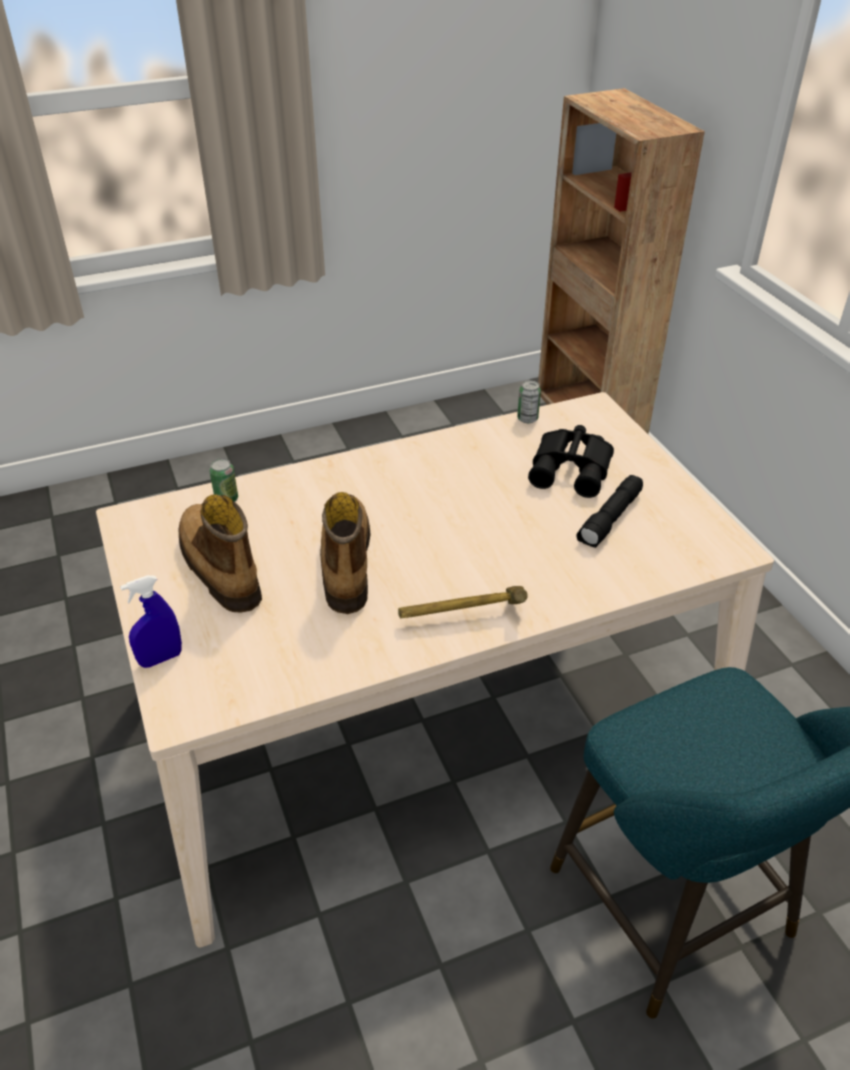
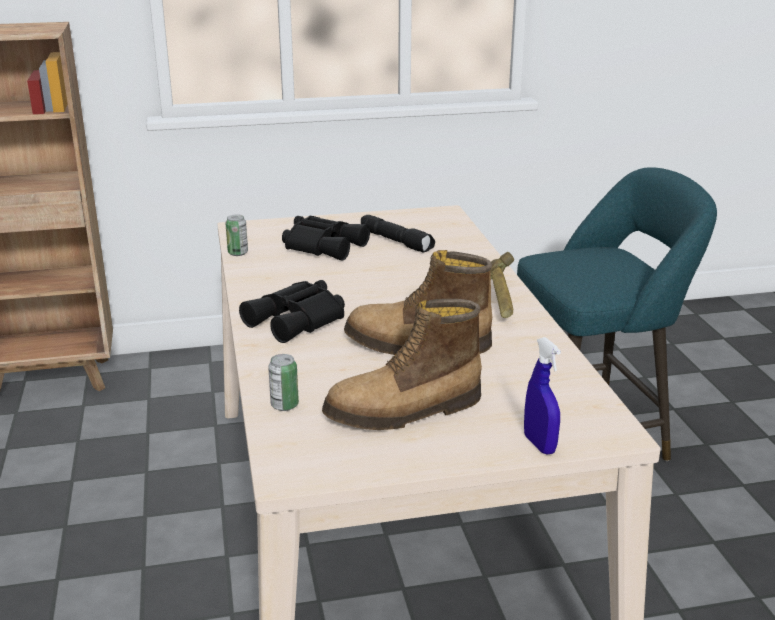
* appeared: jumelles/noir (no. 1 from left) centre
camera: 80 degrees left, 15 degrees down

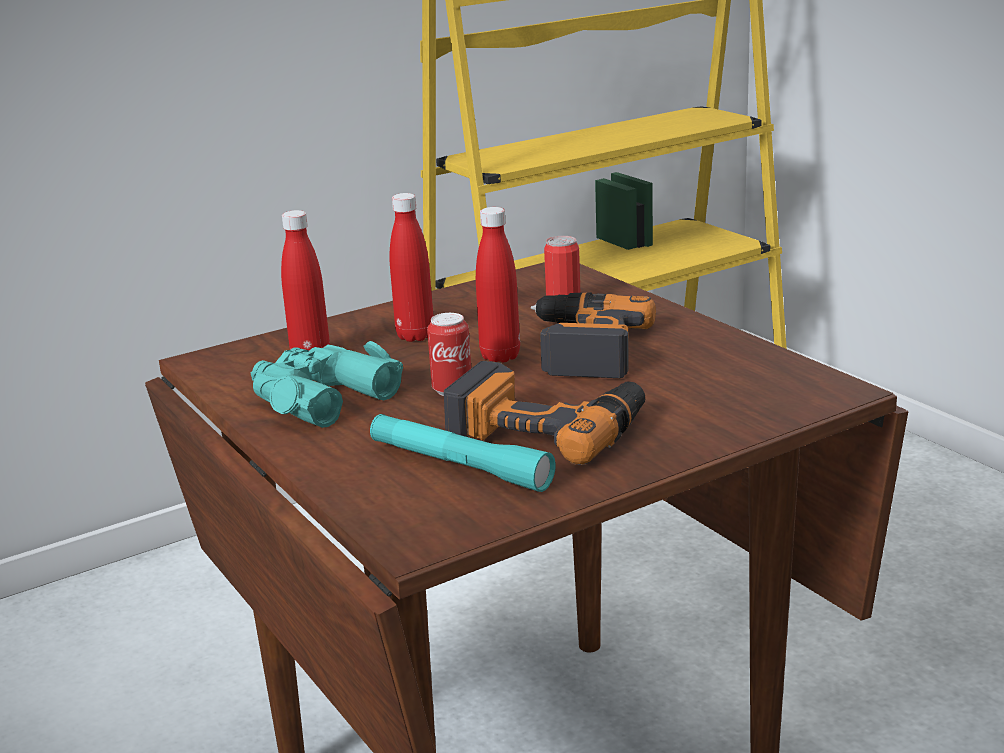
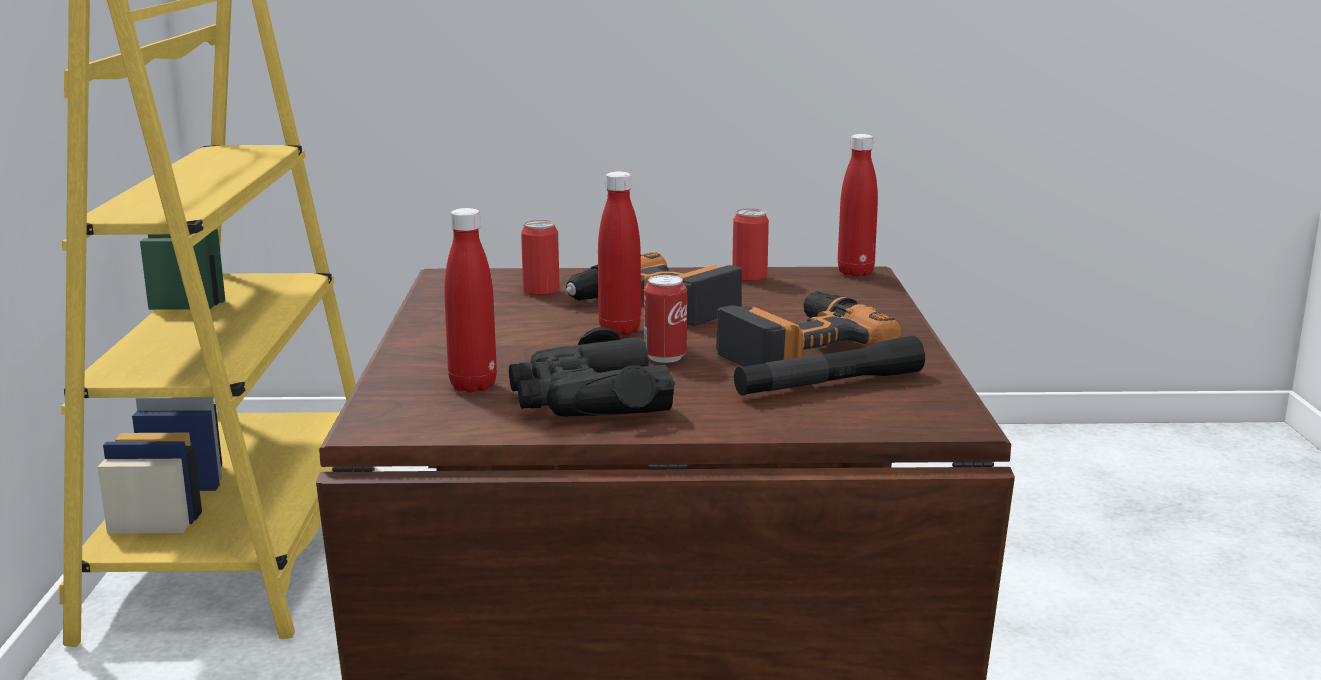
* colour: jumelles/turquoise middle left to jumelles/noir centre
* appeared: boîte métallique (no. 3 from left) centre
* colour: lampe de poche/turquoise centre to lampe de poche/noir centre
* relocated: bouteille/rouge (no. 2 from left in the first image) centre to bouteille/rouge (no. 3 from left) top centre
camera: 60 degrees left, 5 degrees down

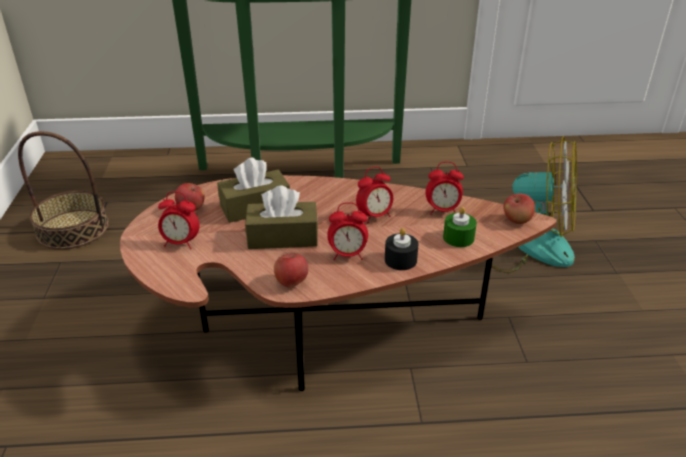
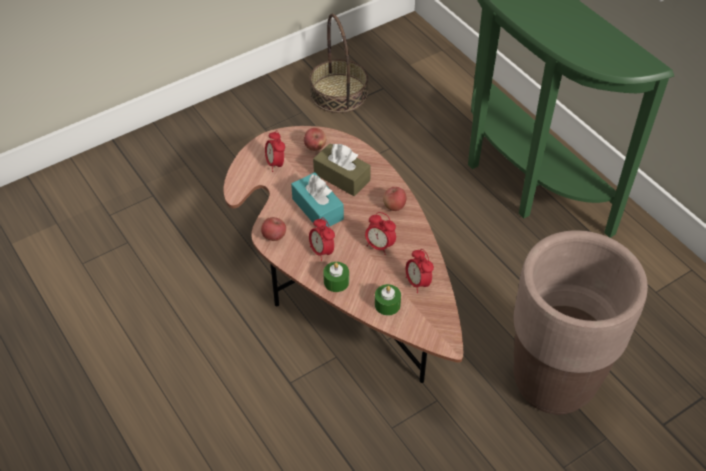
* colour: boîte à mouchoirs/marron (no. 2 from left) centre to boîte à mouchoirs/turquoise centre
* colour: bougie/noir centre to bougie/vert (no. 1 from left) centre
* relocated: pomme (no. 3 from left) middle right to centre
* exchanged: ventilateur middle right to cache-pot/marron bottom right
camera: 60 degrees right, 15 degrees up

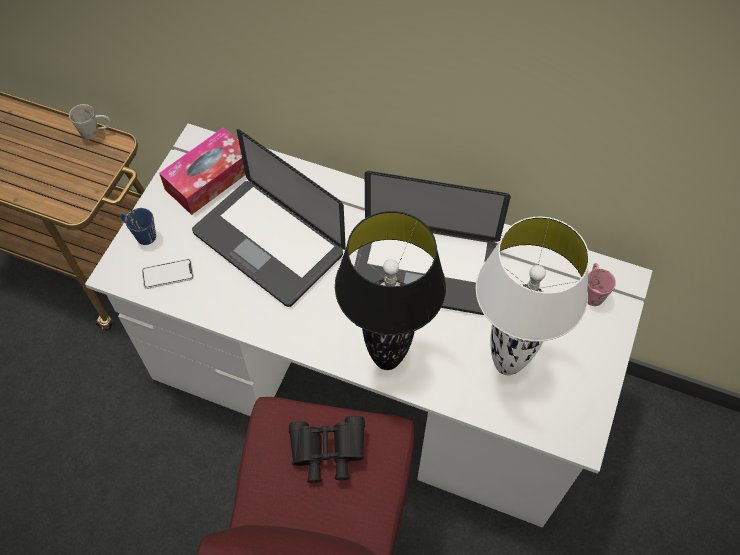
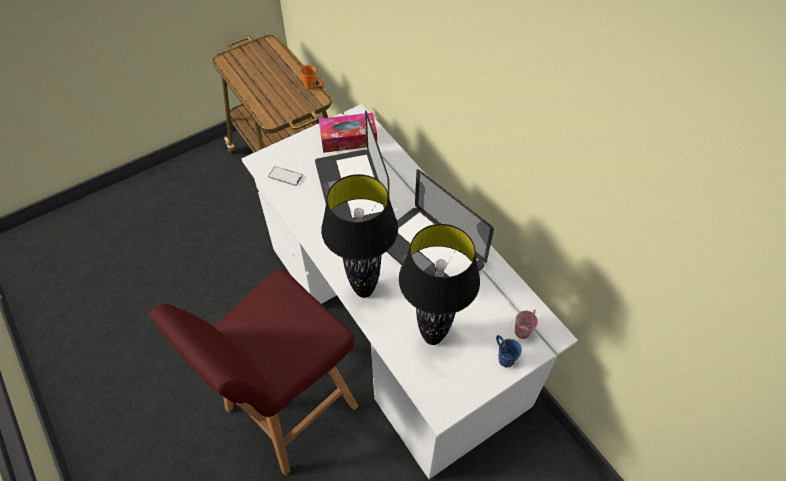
* colour: mug/blanc top left to mug/orange top centre
* colour: lampe de table/blanc middle right to lampe de table/noir (no. 2 from left) centre
* relocated: mug/bleu middle left to bottom centre
* missing: jumelles/noir bottom centre
camera: 35 degrees right, 5 degrees down

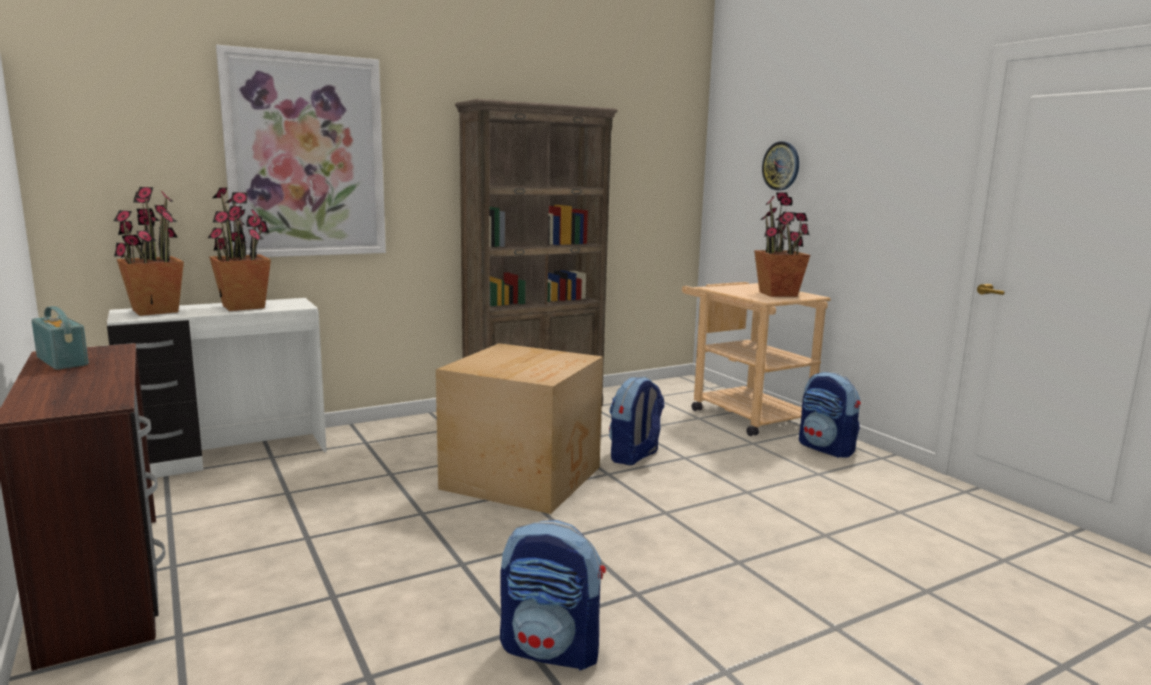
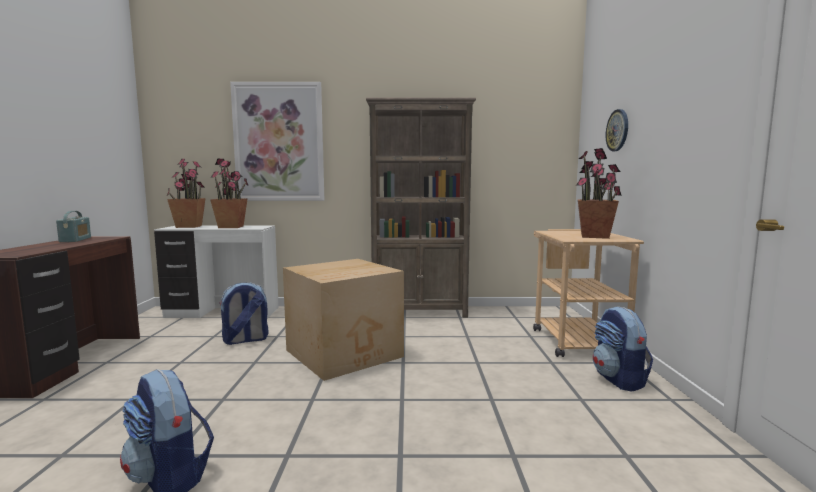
* relocated: sac à dos (no. 2 from left) centre to middle left
camera: 30 degrees right, 5 degrees down

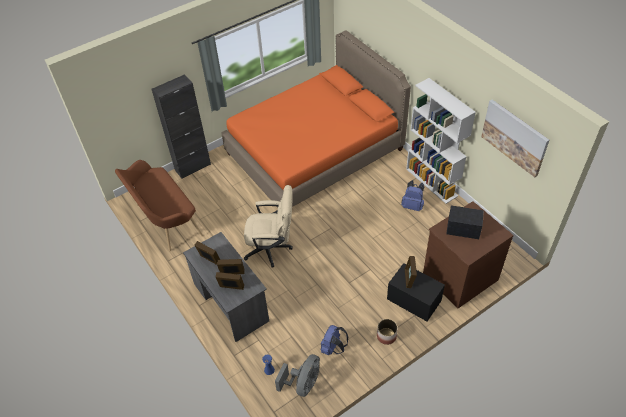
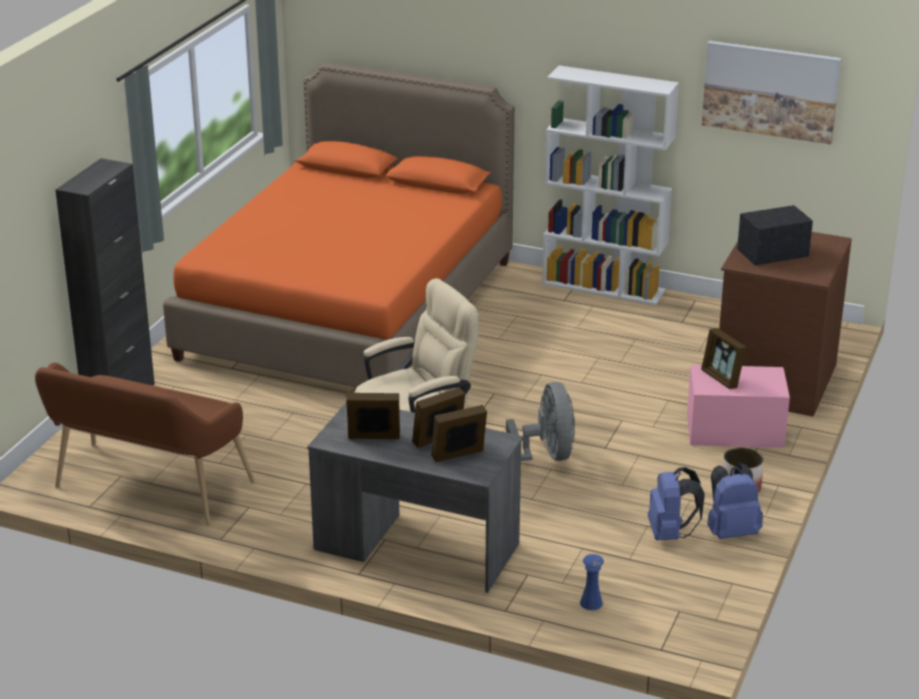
* relocated: ventilateur/gris bottom centre to centre
* colour: boîte de rangement/noir bottom centre to boîte de rangement/rose middle right
* relocated: sac à dos/bleu (no. 2 from left) centre to bottom right
camera: 35 degrees left, 20 degrees down

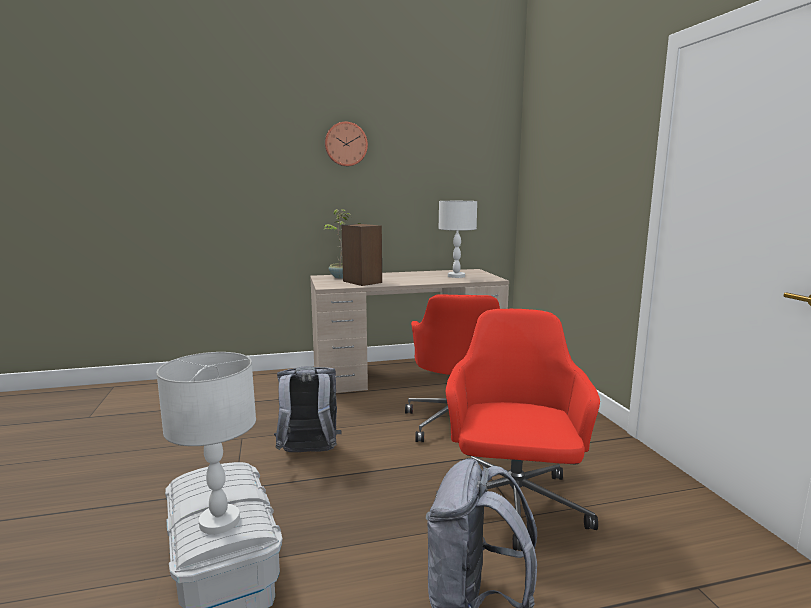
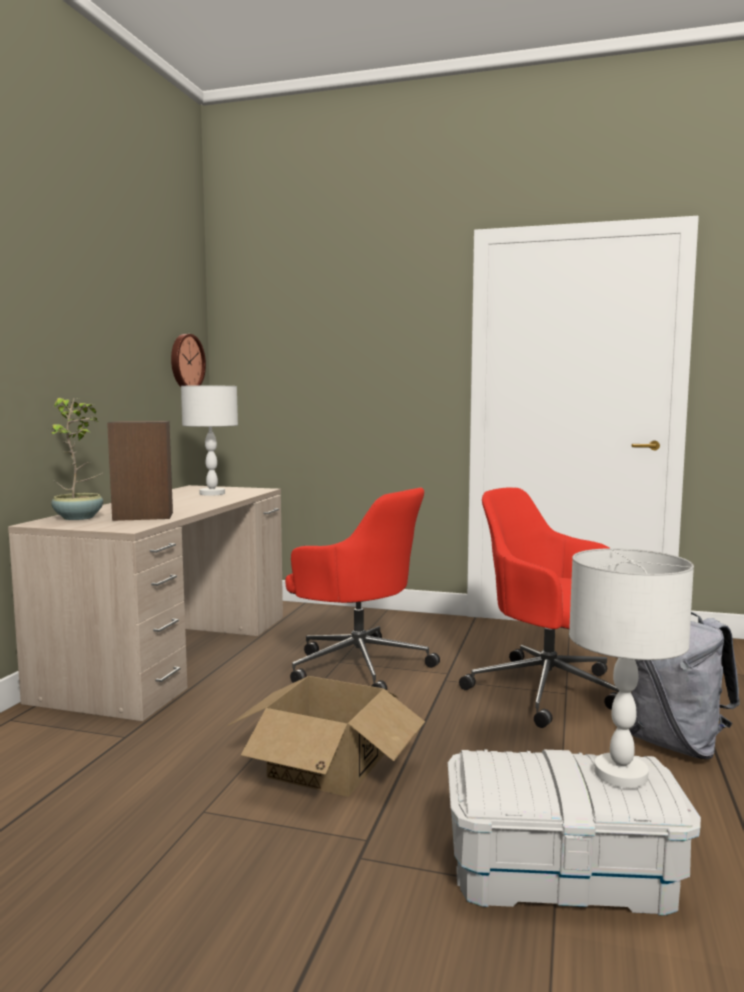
* relocated: horloge murale top centre to middle left
* exchanged: sac à dos/gris (no. 1 from left) bottom centre to carton bottom centre
camera: 60 degrees left, 5 degrees down

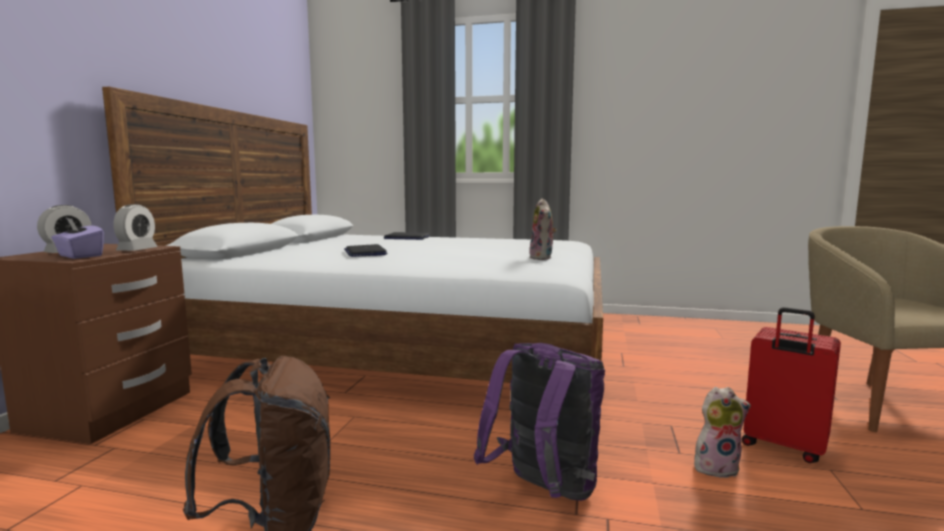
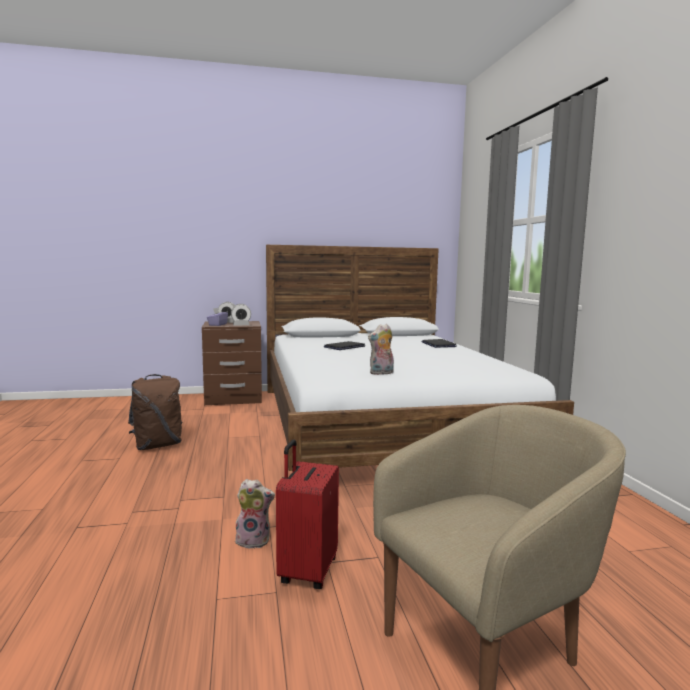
* spun: peluche (no. 2 from left in the first image) bottom right = bottom centre 60 degrees counterclockwise
* missing: sac à dos/violet bottom centre
camera: 65 degrees right, 0 degrees up

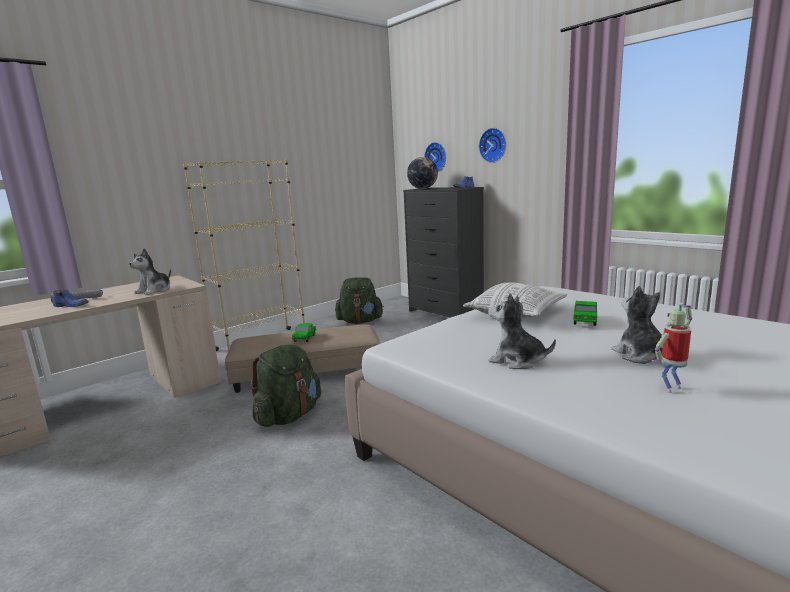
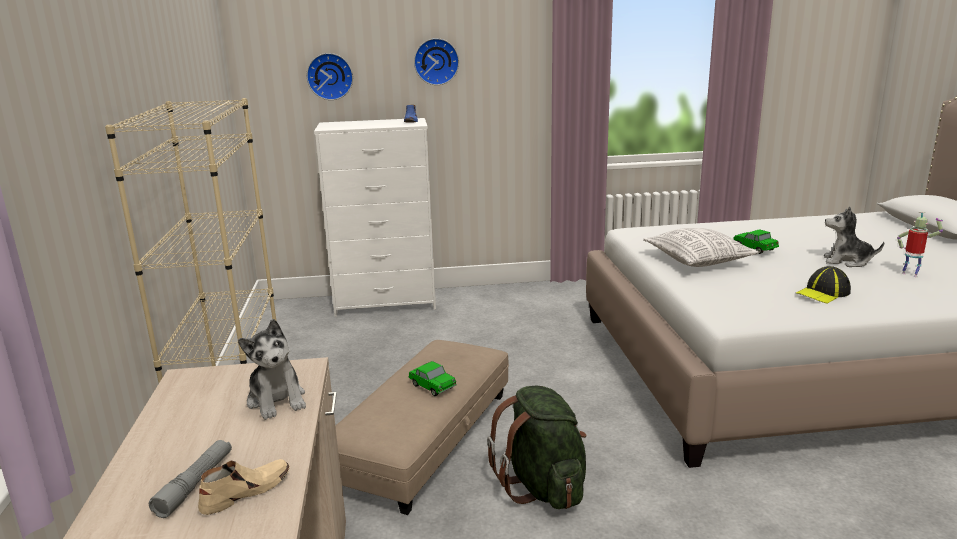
* colour: chaussure/bleu (no. 1 from left) middle left to chaussure/beige bottom left
* colour: commode/noir centre to commode/blanc centre
* exchanged: peluche (no. 2 from left) centre to casquette middle right
* spun: robot jouet middle right = middle right 135 degrees clockwise
* missing: sac à dos/vert (no. 2 from left) centre
* missing: globe top centre
camera: 55 degrees left, 5 degrees up

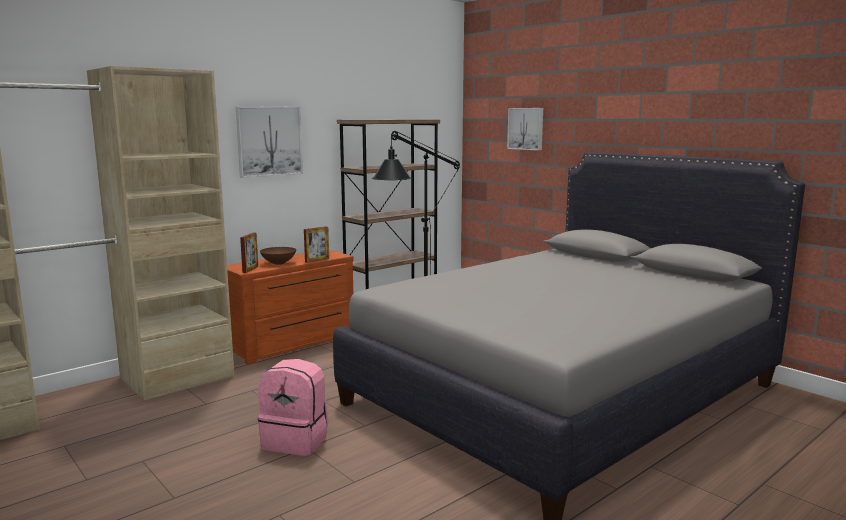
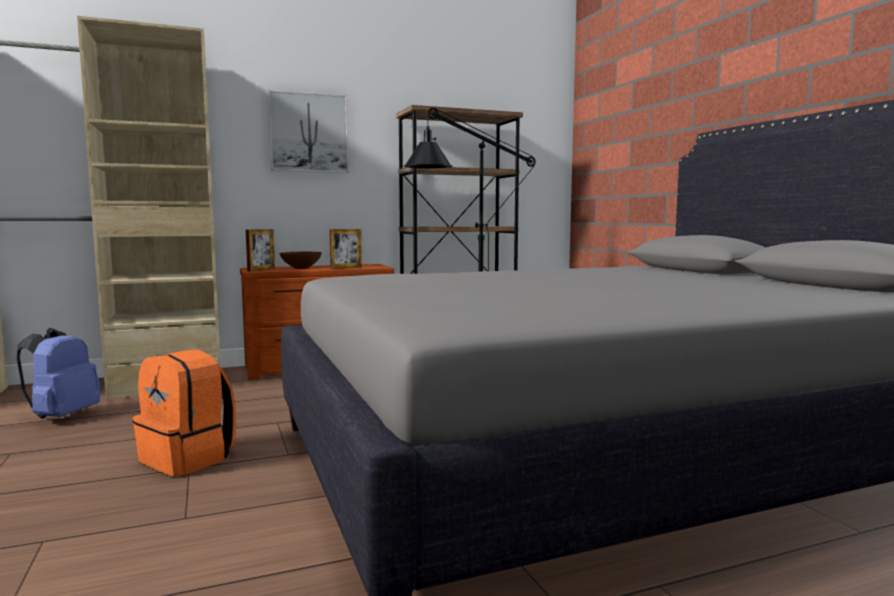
* appeared: sac à dos/bleu middle left
* colour: sac à dos/rose bottom centre to sac à dos/orange bottom left
* missing: tableau (no. 2 from left) top centre
camera: 20 degrees right, 5 degrees down

